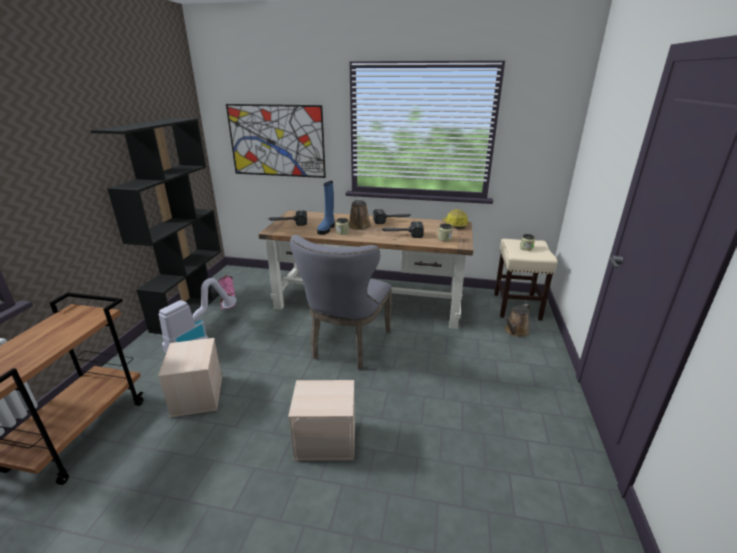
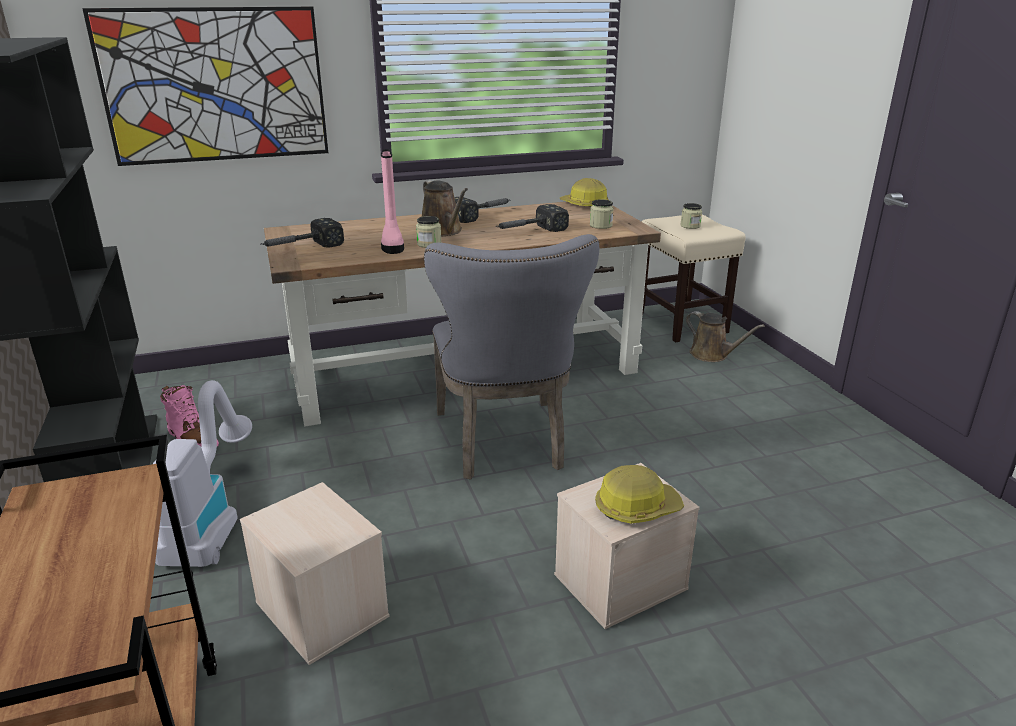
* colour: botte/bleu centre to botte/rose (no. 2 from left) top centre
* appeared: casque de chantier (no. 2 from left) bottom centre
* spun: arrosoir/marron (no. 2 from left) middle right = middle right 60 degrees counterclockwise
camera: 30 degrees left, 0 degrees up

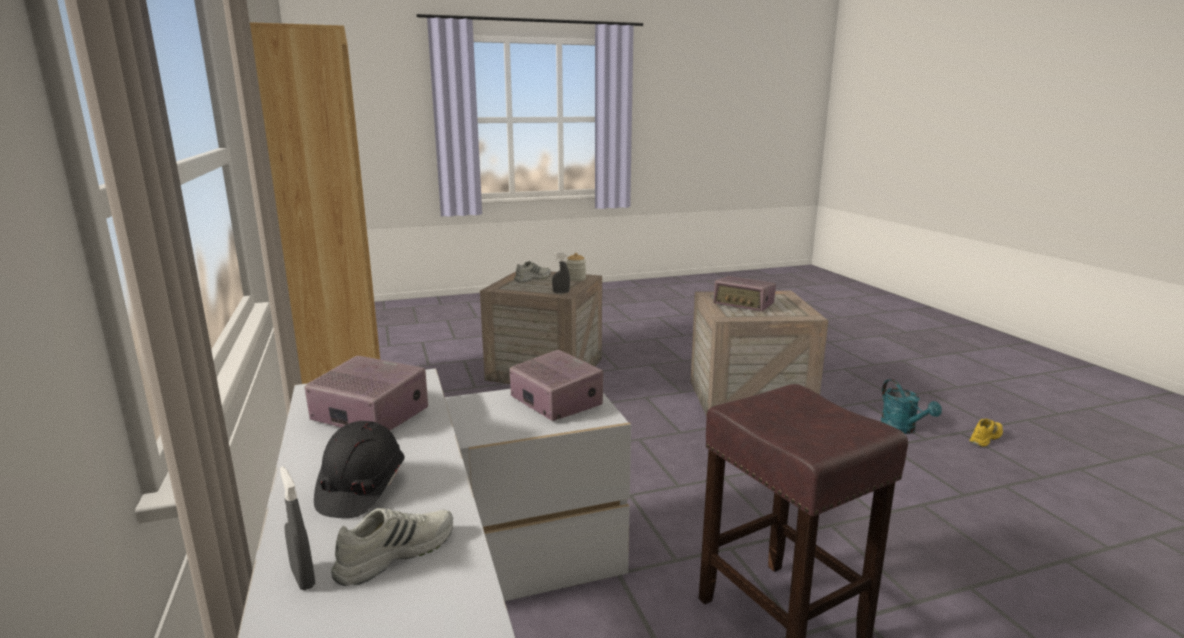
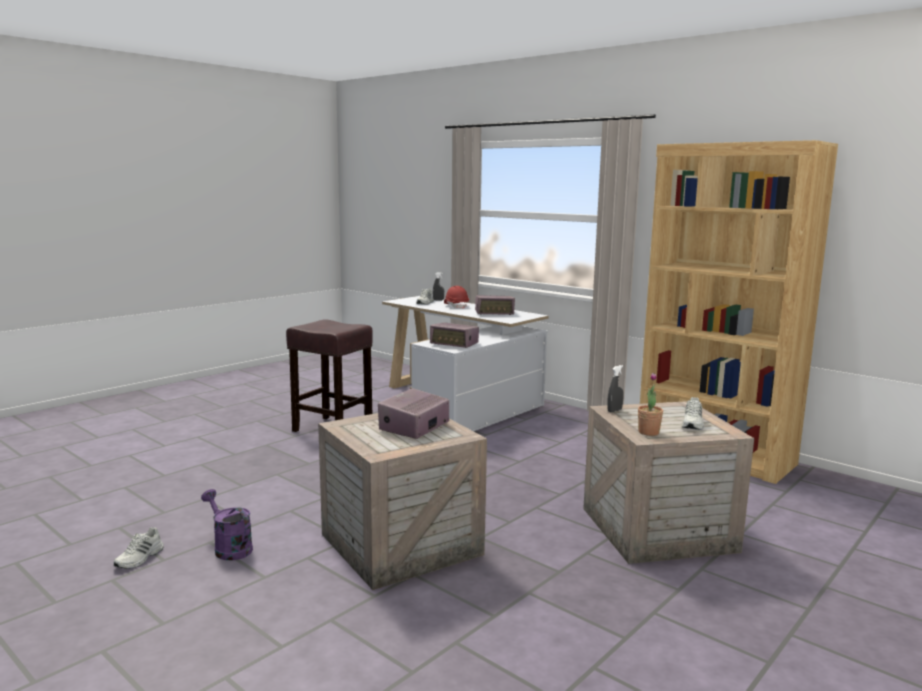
* colour: chaussure/jaune bottom right to chaussure/blanc (no. 1 from left) bottom left
* colour: arrosoir/turquoise middle right to arrosoir/violet bottom left
* spun: radio (no. 3 from left in the first image) centre = centre 60 degrees counterclockwise
* colour: casque de chantier/noir bottom left to casque de chantier/rouge centre
* exchanged: bocal centre to plante en pot middle right
camera: 150 degrees right, 5 degrees down

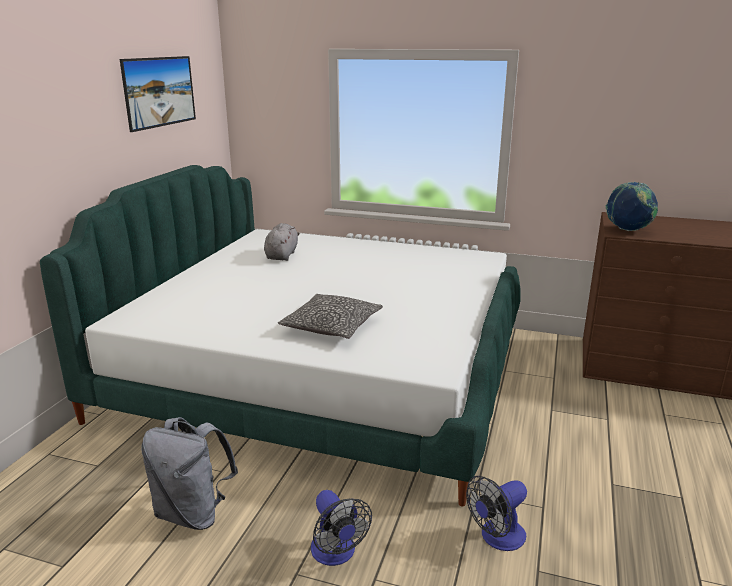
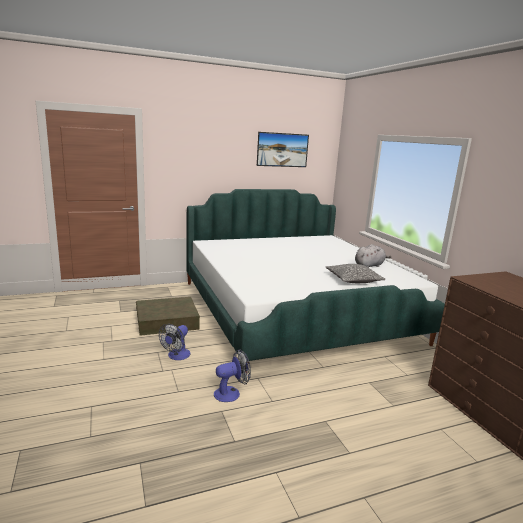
* exchanged: sac à dos/gris bottom left to boîte de rangement/marron middle left
* spun: ventilateur (no. 2 from left) bottom right = bottom centre 135 degrees clockwise
* relocated: coussin centre to middle right
* relocated: peluche/gris centre to middle right
* missing: globe middle right
camera: 50 degrees right, 5 degrees down

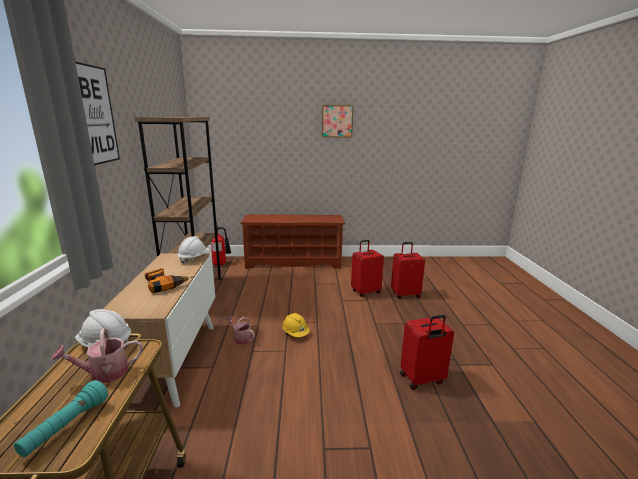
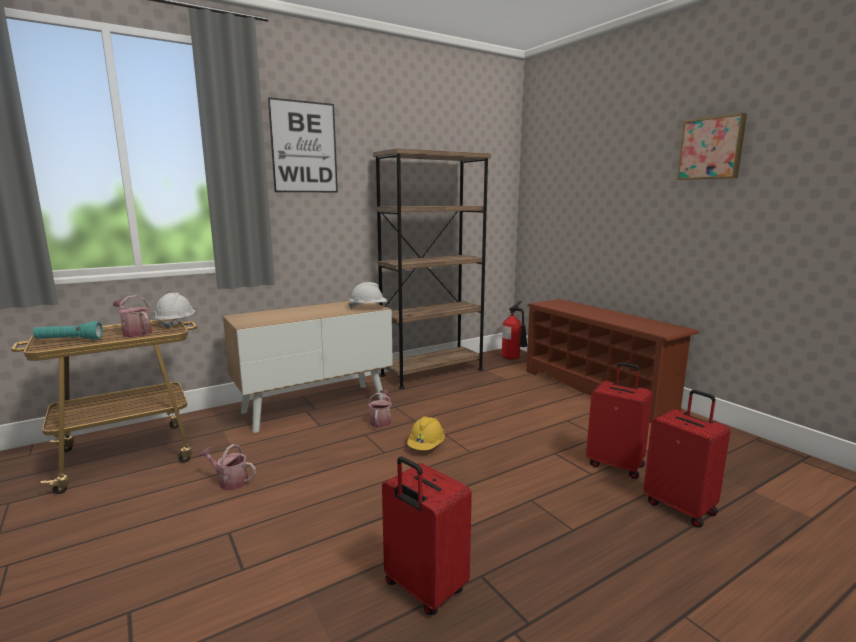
* appeared: arrosoir (no. 2 from left) bottom left
* missing: perceuse middle left
camera: 60 degrees right, 5 degrees down

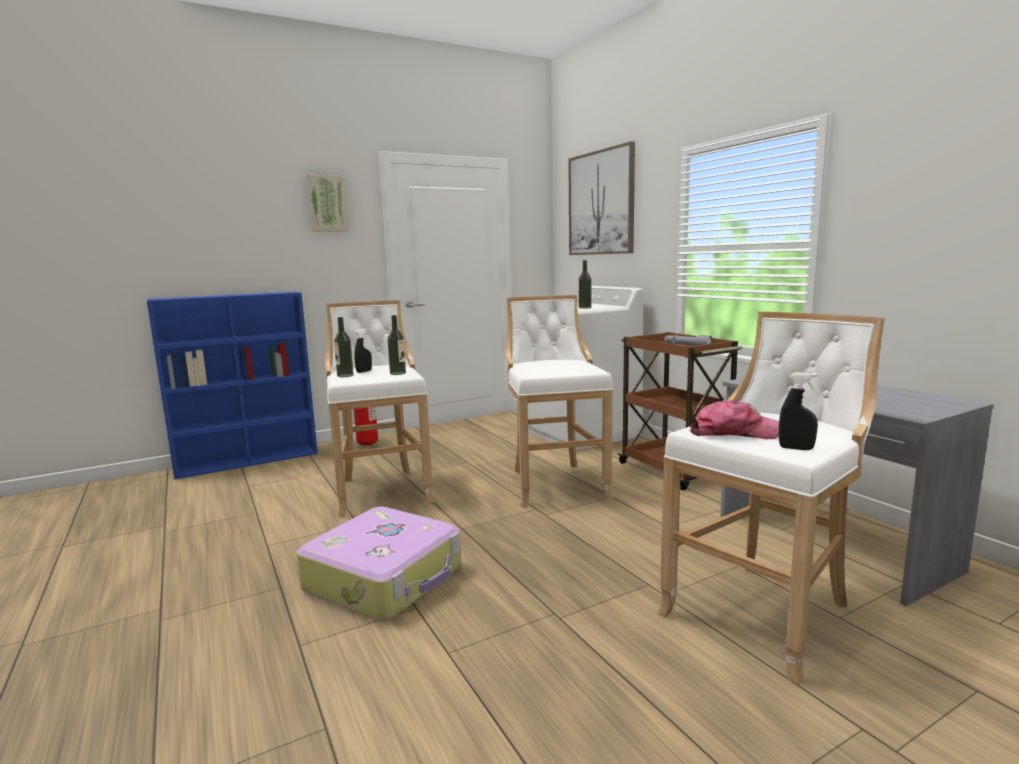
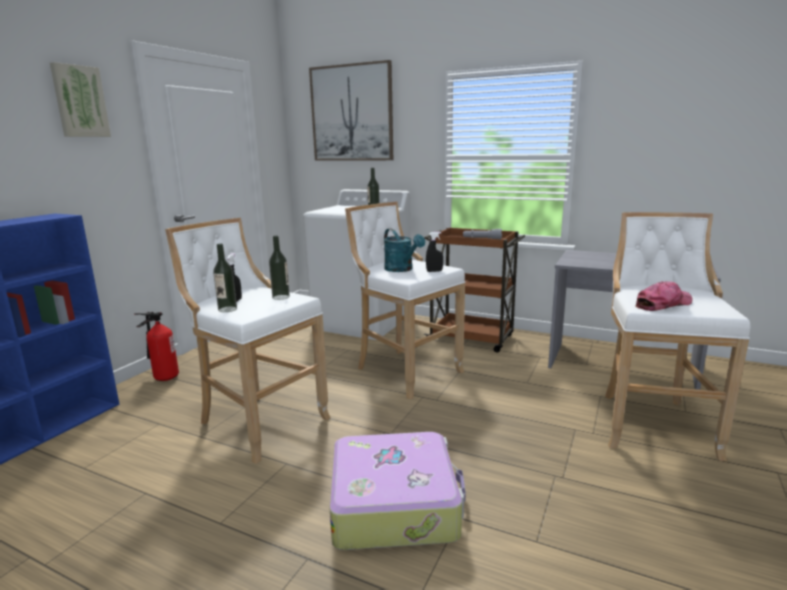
* appeared: arrosoir/turquoise centre
* relocated: vaporisateur/noir (no. 2 from left) middle right to centre
camera: 35 degrees left, 5 degrees up

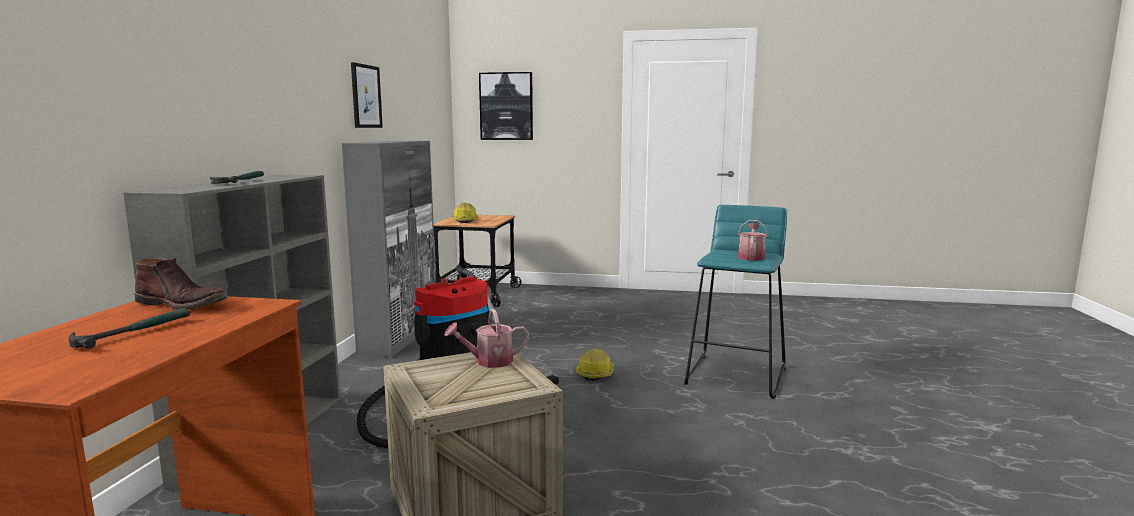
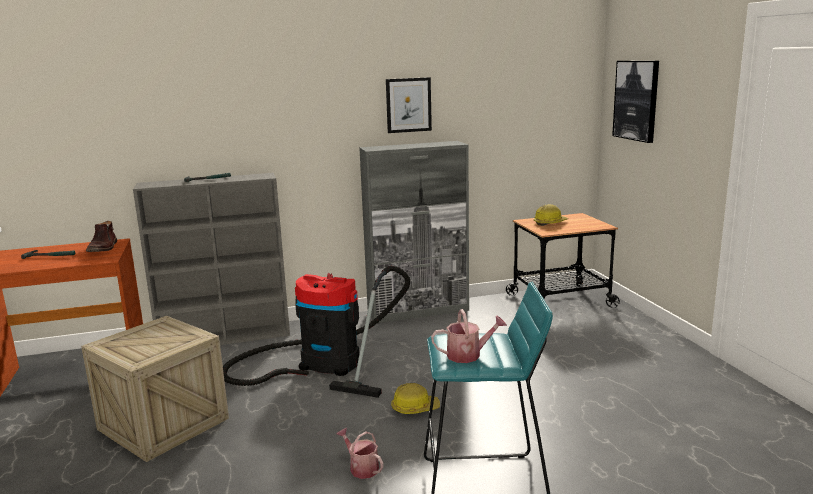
* relocated: arrosoir (no. 1 from left) centre to bottom centre
camera: 65 degrees right, 5 degrees up

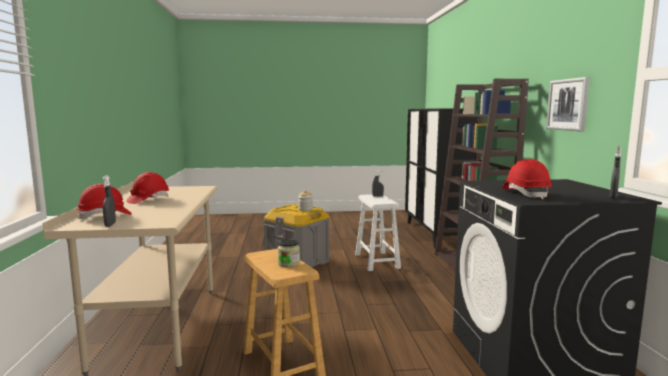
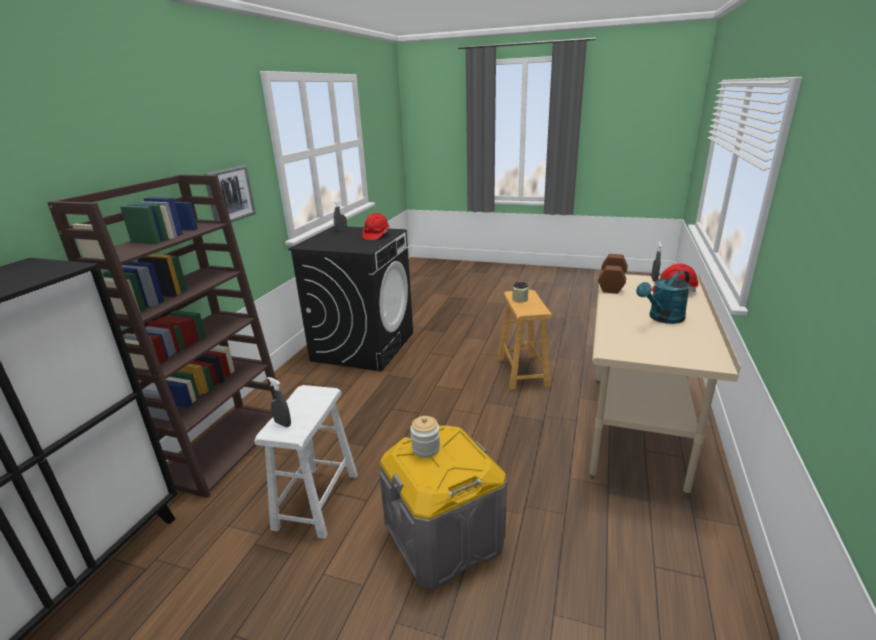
* appeared: haltère/marron middle right
* exchanged: casque de chantier/rouge (no. 2 from left) middle left to arrosoir/turquoise middle right
camera: 155 degrees left, 15 degrees up

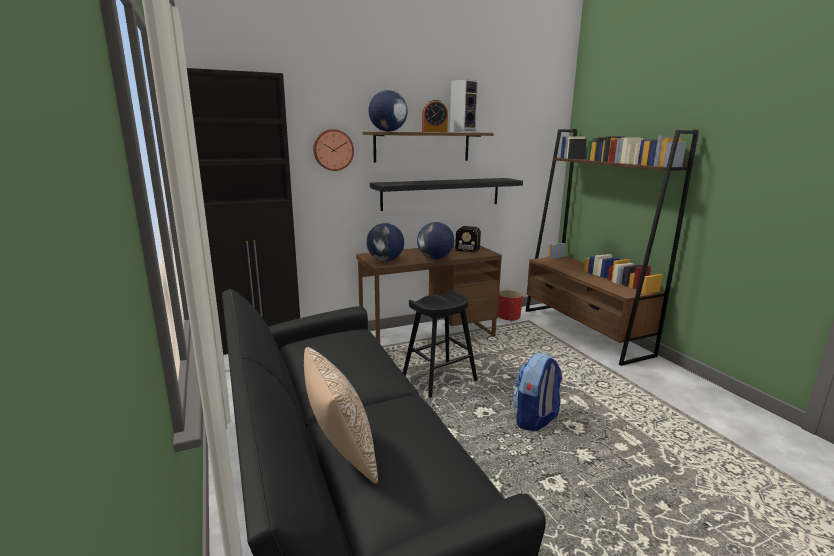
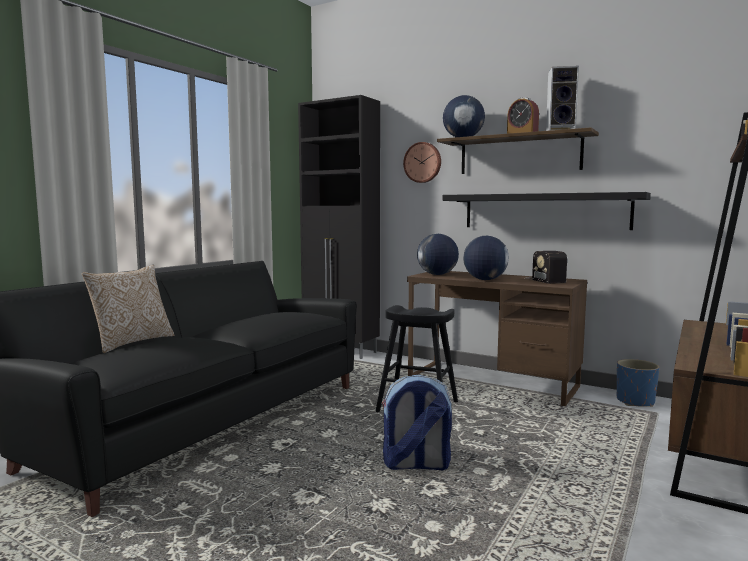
* colour: cache-pot/rouge centre to cache-pot/bleu bottom right
camera: 55 degrees right, 10 degrees down

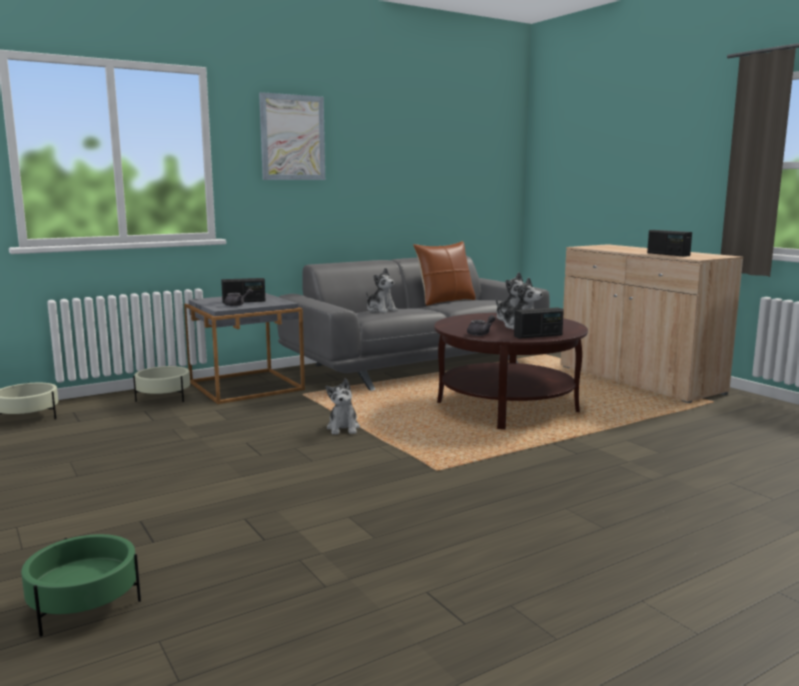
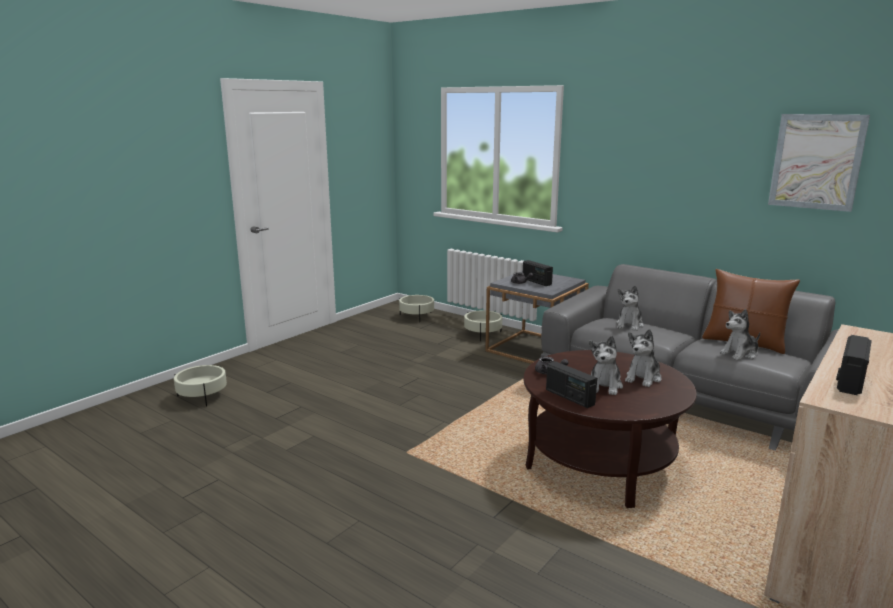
* colour: cache-pot/vert bottom left to cache-pot/beige (no. 1 from left) middle left
* relocated: peluche (no. 1 from left in the first image) centre to peluche (no. 4 from left) middle right
* relocated: tableau top centre to top right
camera: 70 degrees right, 5 degrees up

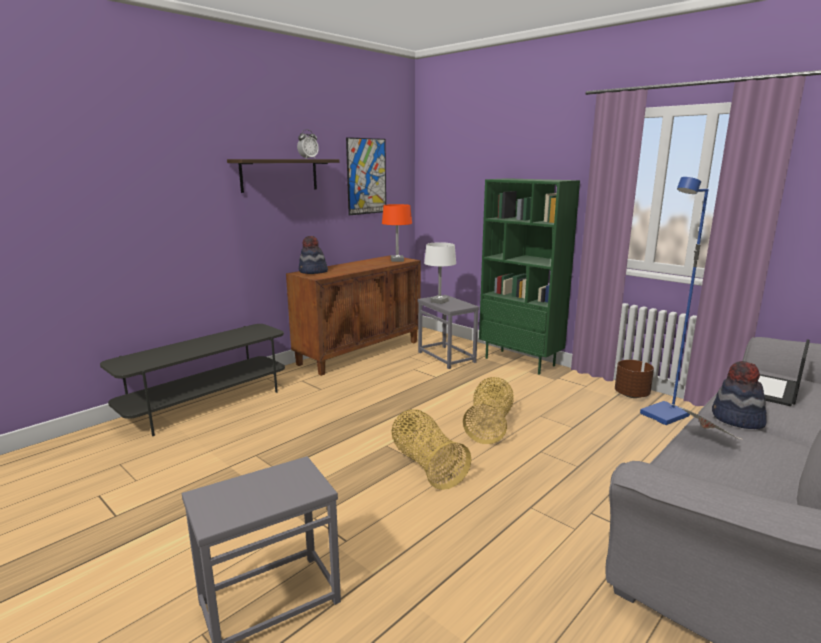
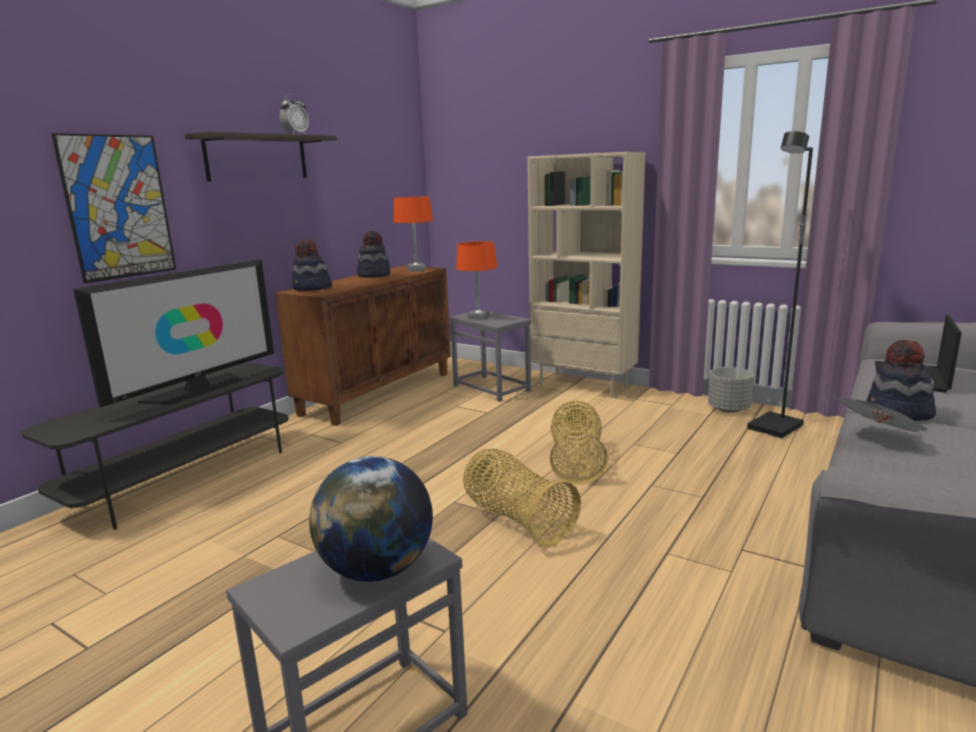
* relocated: tableau top centre to top left
* appeared: téléviseur middle left
* appeared: globe bottom centre
* appeared: chapeau (no. 2 from left) centre
* colour: lampe de table/blanc centre to lampe de table/orange (no. 2 from left) centre
* colour: bibliothèque/vert centre to bibliothèque/beige centre
* colour: cache-pot/marron middle right to cache-pot/gris middle right
* colour: lampadaire/bleu middle right to lampadaire/noir middle right
camera: 10 degrees left, 0 degrees up

